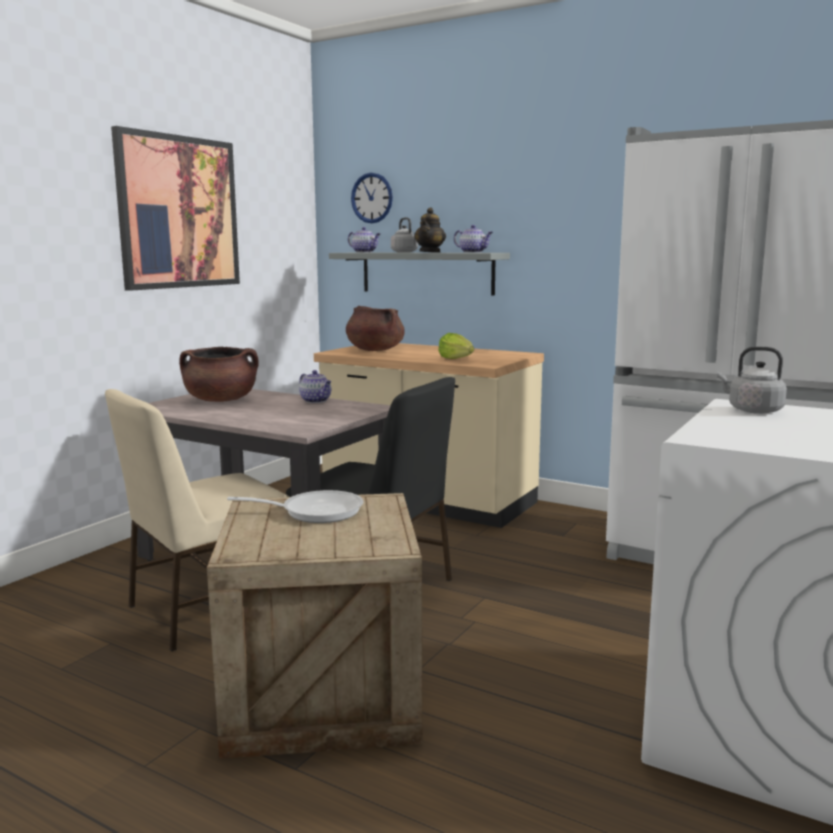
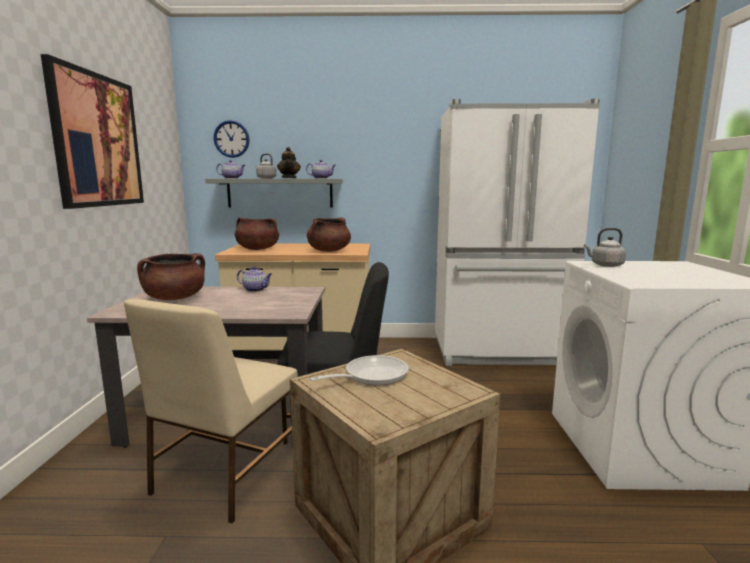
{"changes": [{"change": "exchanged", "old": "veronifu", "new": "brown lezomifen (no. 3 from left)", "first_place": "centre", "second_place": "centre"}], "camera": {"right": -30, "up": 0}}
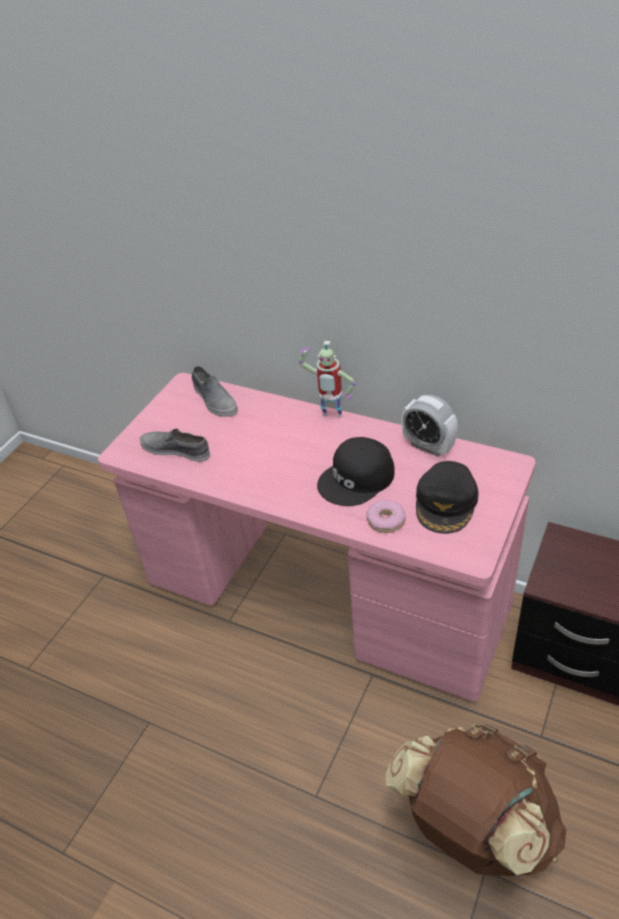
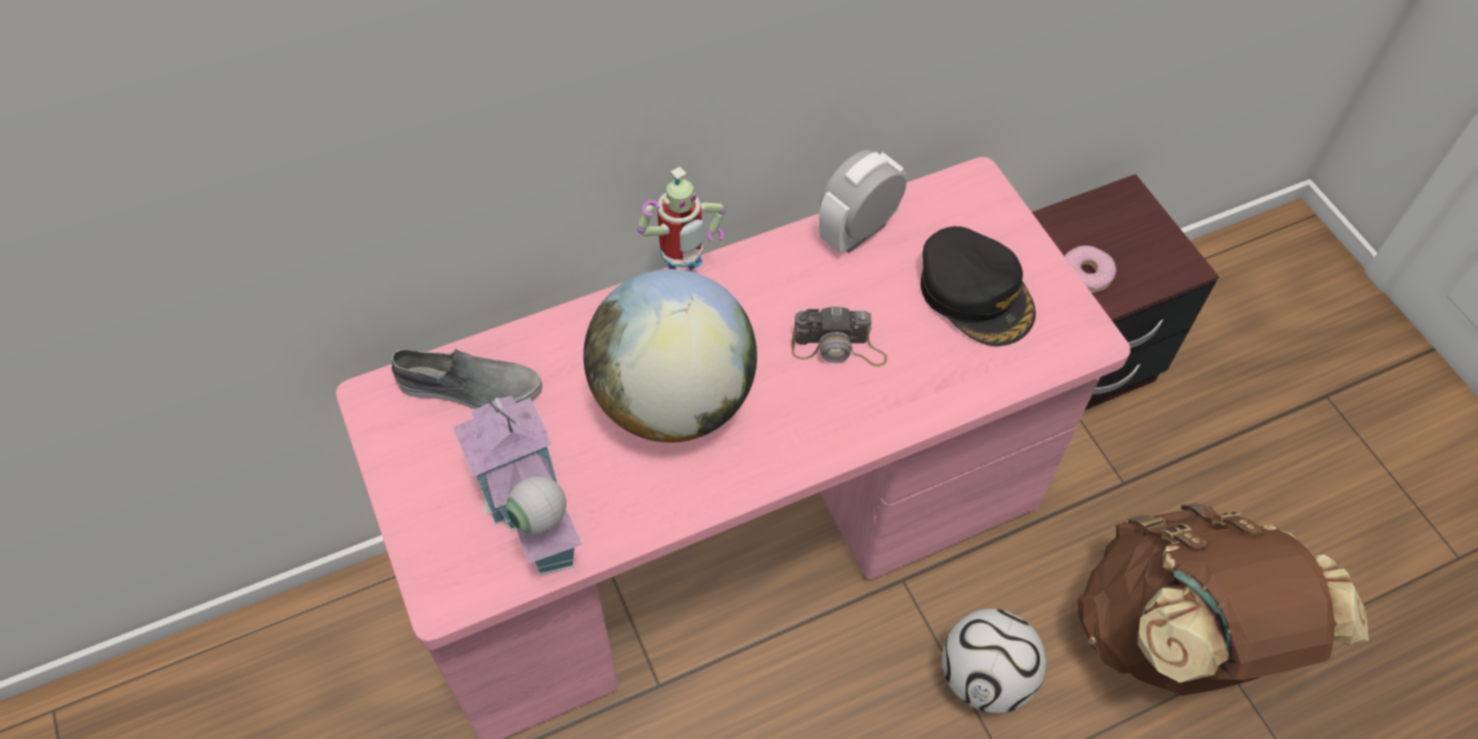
{"changes": [{"change": "spun", "old": "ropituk", "first_place": "middle right", "second_place": "top centre", "degrees": 150}, {"change": "exchanged", "old": "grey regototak (no. 1 from left)", "new": "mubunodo", "first_place": "middle left", "second_place": "centre"}, {"change": "exchanged", "old": "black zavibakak (no. 1 from left)", "new": "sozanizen", "first_place": "centre", "second_place": "centre"}, {"change": "relocated", "old": "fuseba", "first_place": "centre", "second_place": "middle right"}, {"change": "appeared", "new": "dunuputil", "second_place": "centre"}, {"change": "appeared", "new": "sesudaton", "second_place": "bottom right"}], "camera": {"right": -55, "up": 15}}
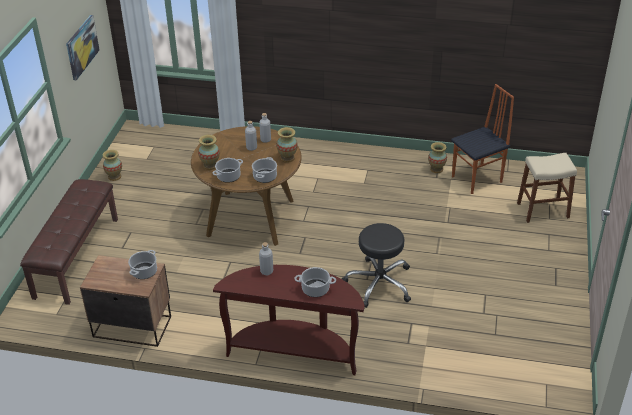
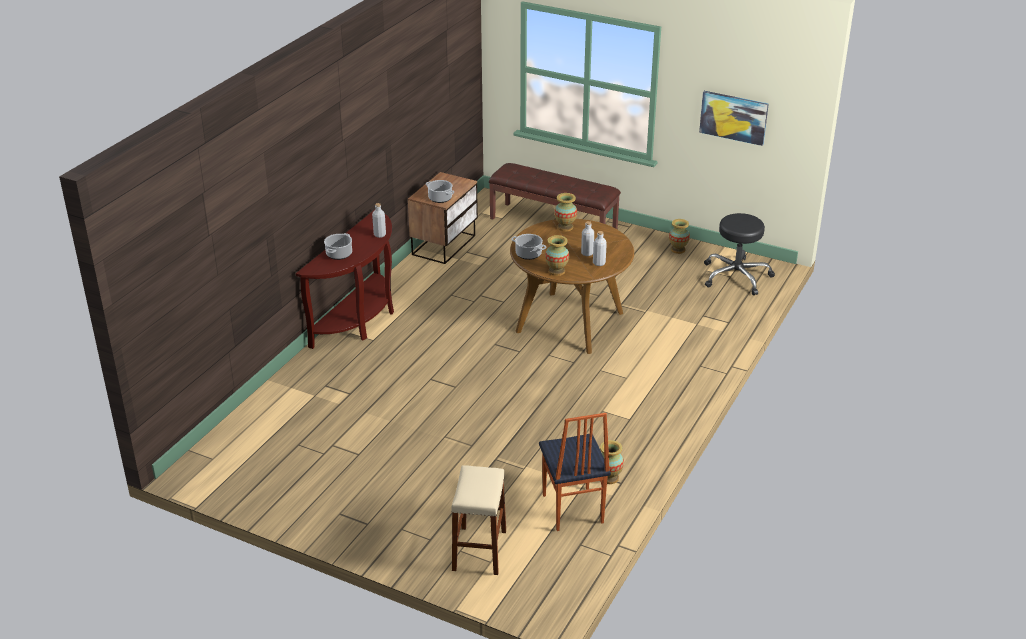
{"changes": [{"change": "missing", "old": "lezomifen (no. 2 from left)", "first_place": "centre"}, {"change": "relocated", "old": "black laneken", "first_place": "centre", "second_place": "middle right"}], "camera": {"right": 105, "up": -5}}
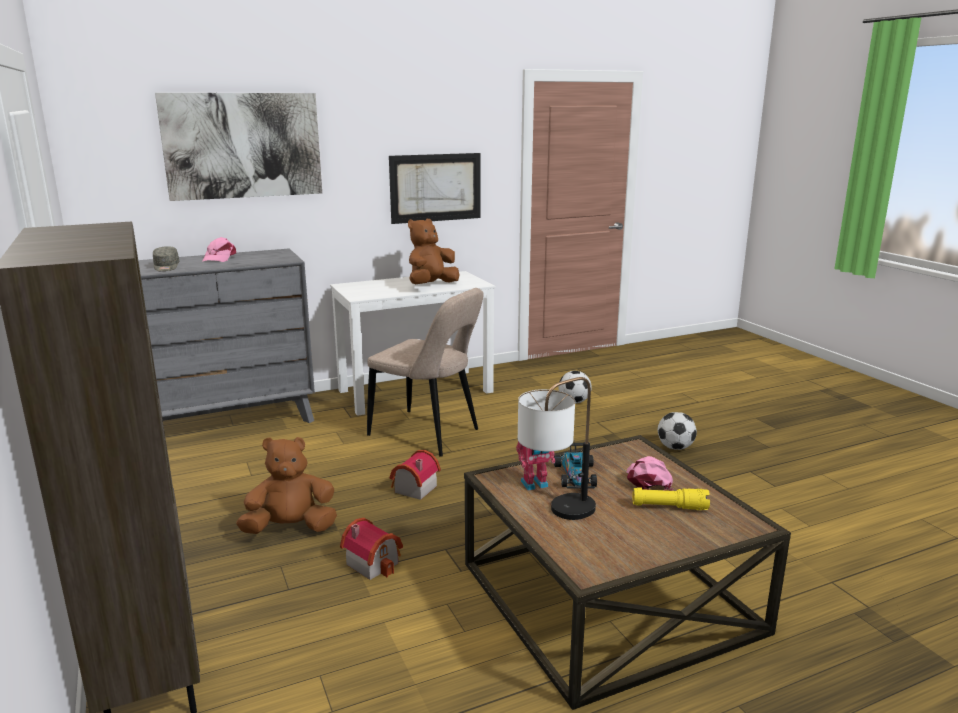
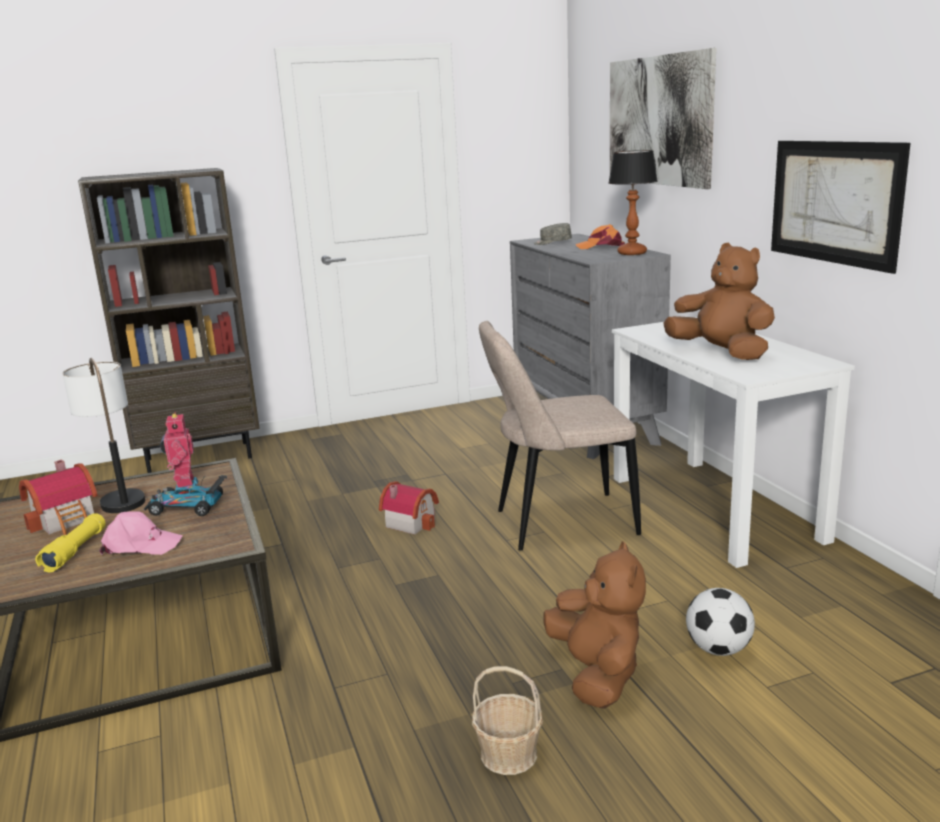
{"changes": [{"change": "colour", "old": "pink zavibakak (no. 1 from left)", "new": "orange zavibakak", "first_place": "middle left", "second_place": "top centre"}, {"change": "spun", "old": "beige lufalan", "first_place": "centre", "second_place": "centre", "degrees": 45}, {"change": "exchanged", "old": "sesudaton (no. 2 from left)", "new": "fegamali", "first_place": "middle right", "second_place": "bottom centre"}, {"change": "relocated", "old": "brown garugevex (no. 1 from left)", "first_place": "bottom left", "second_place": "bottom centre"}, {"change": "relocated", "old": "mubunodo (no. 1 from left)", "first_place": "bottom centre", "second_place": "middle left"}, {"change": "appeared", "new": "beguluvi (no. 2 from left)", "second_place": "top right"}], "camera": {"right": 95, "up": 0}}
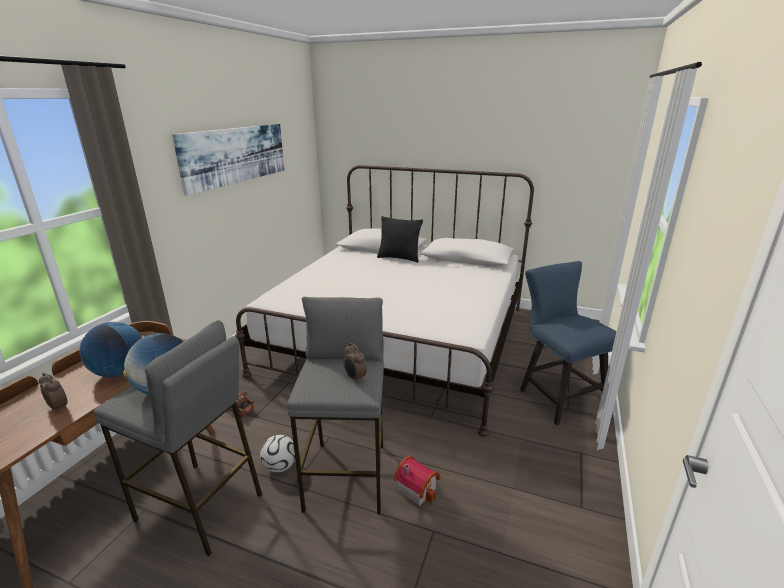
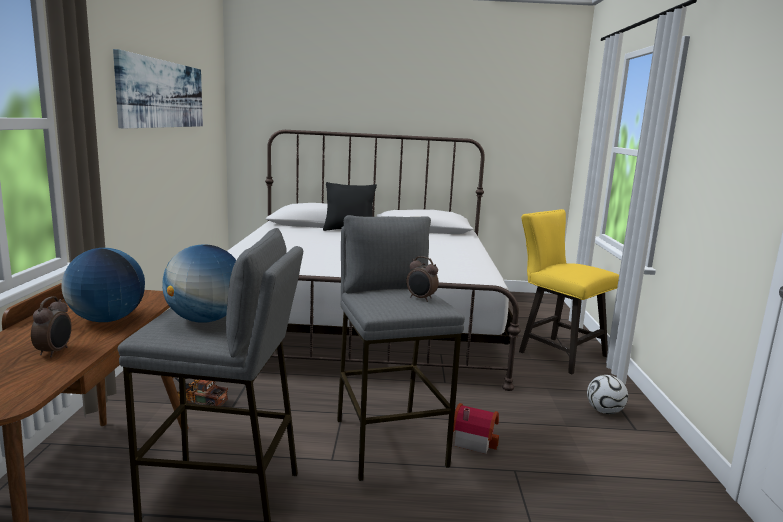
{"changes": [{"change": "colour", "old": "blue lufalan", "new": "yellow lufalan", "first_place": "middle right", "second_place": "middle right"}, {"change": "spun", "old": "ropituk (no. 1 from left)", "first_place": "bottom left", "second_place": "middle left", "degrees": 75}, {"change": "relocated", "old": "sesudaton", "first_place": "bottom centre", "second_place": "bottom right"}], "camera": {"right": -20, "up": -10}}
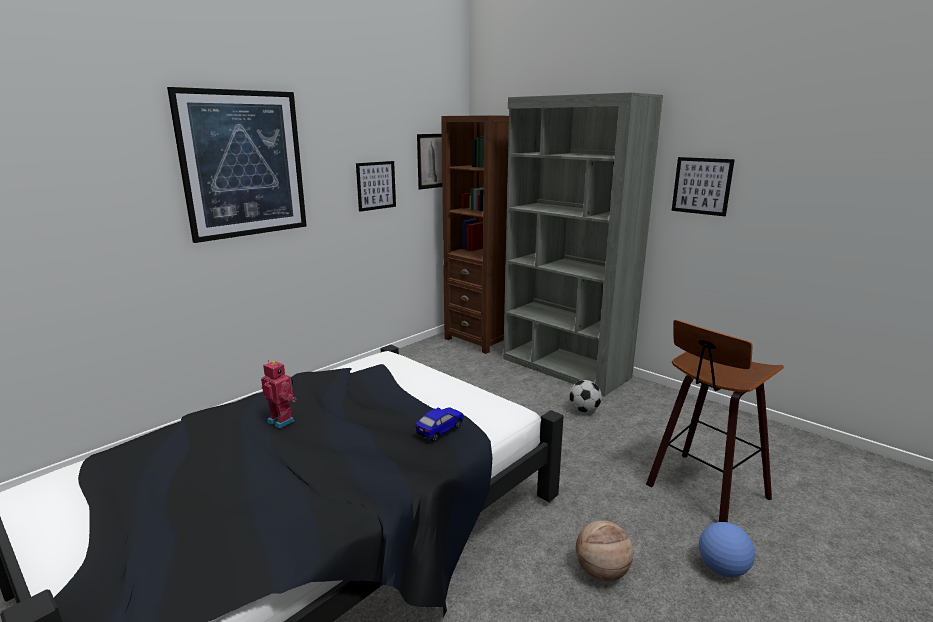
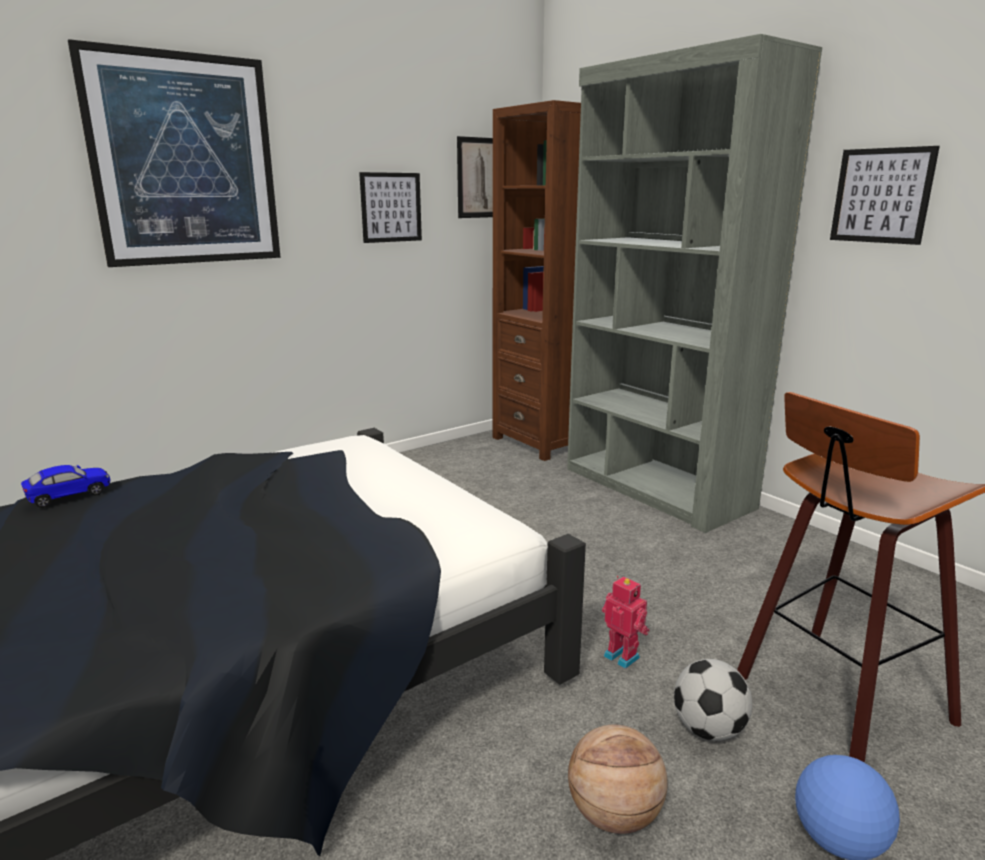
{"changes": [{"change": "relocated", "old": "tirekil", "first_place": "middle left", "second_place": "bottom centre"}, {"change": "relocated", "old": "sesudaton (no. 1 from left)", "first_place": "centre", "second_place": "bottom right"}, {"change": "relocated", "old": "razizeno", "first_place": "bottom centre", "second_place": "middle left"}], "camera": {"right": 10, "up": 0}}
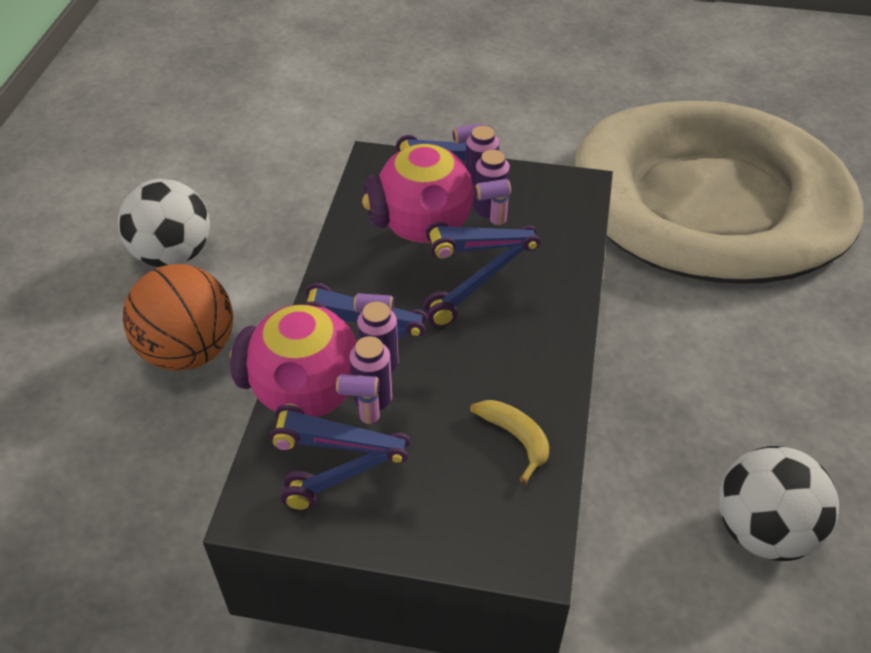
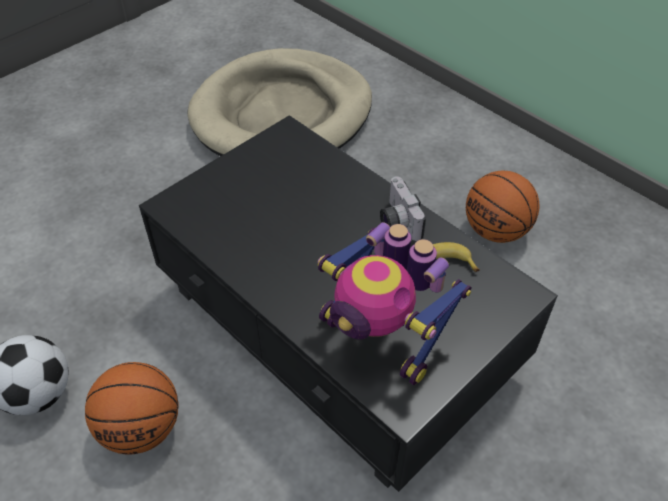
{"changes": [{"change": "missing", "old": "tirekil (no. 2 from left)", "first_place": "centre"}, {"change": "exchanged", "old": "sesudaton (no. 2 from left)", "new": "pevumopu (no. 2 from left)", "first_place": "bottom right", "second_place": "middle right"}, {"change": "appeared", "new": "sozanizen", "second_place": "centre"}], "camera": {"right": -55, "up": 0}}
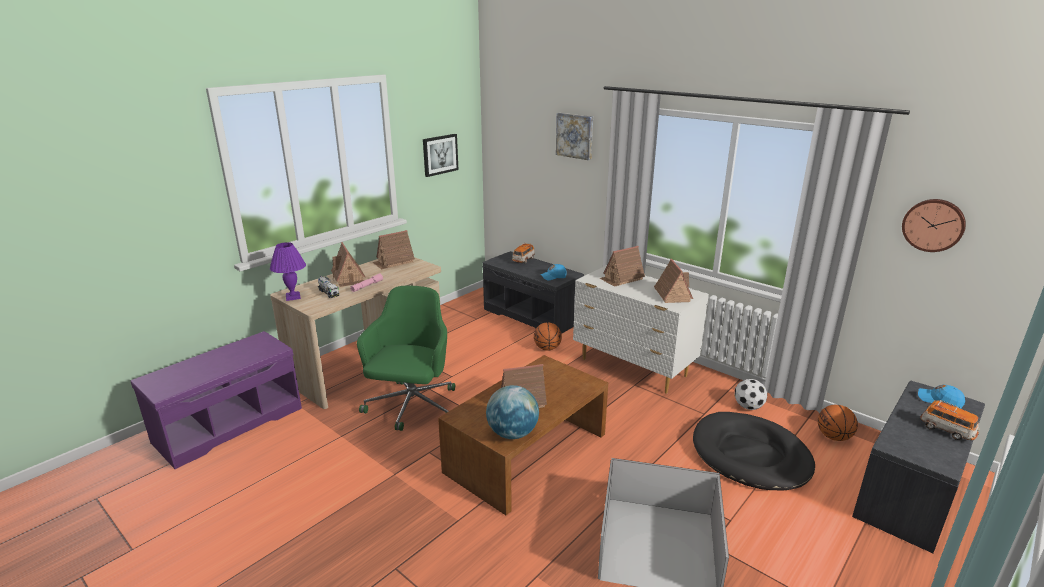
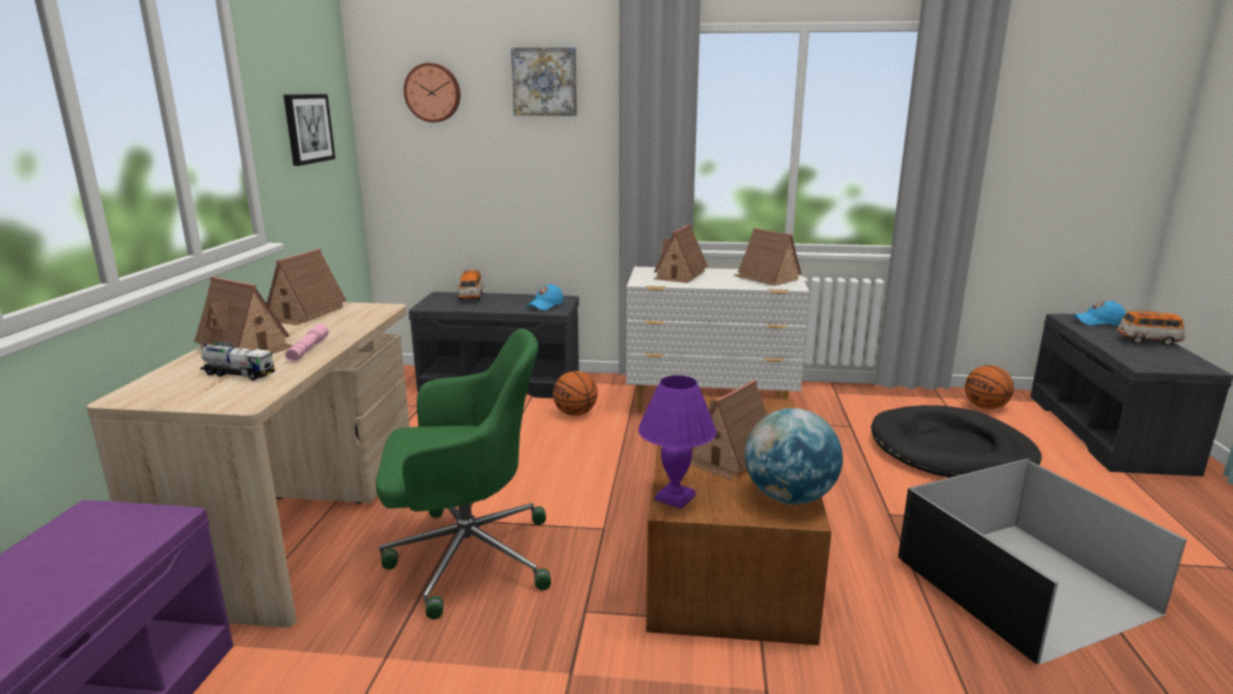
{"changes": [{"change": "relocated", "old": "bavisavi", "first_place": "middle right", "second_place": "top centre"}, {"change": "relocated", "old": "purple beguluvi", "first_place": "middle left", "second_place": "centre"}, {"change": "spun", "old": "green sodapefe", "first_place": "centre", "second_place": "bottom centre", "degrees": 105}, {"change": "missing", "old": "sesudaton", "first_place": "bottom right"}], "camera": {"right": -35, "up": -5}}
